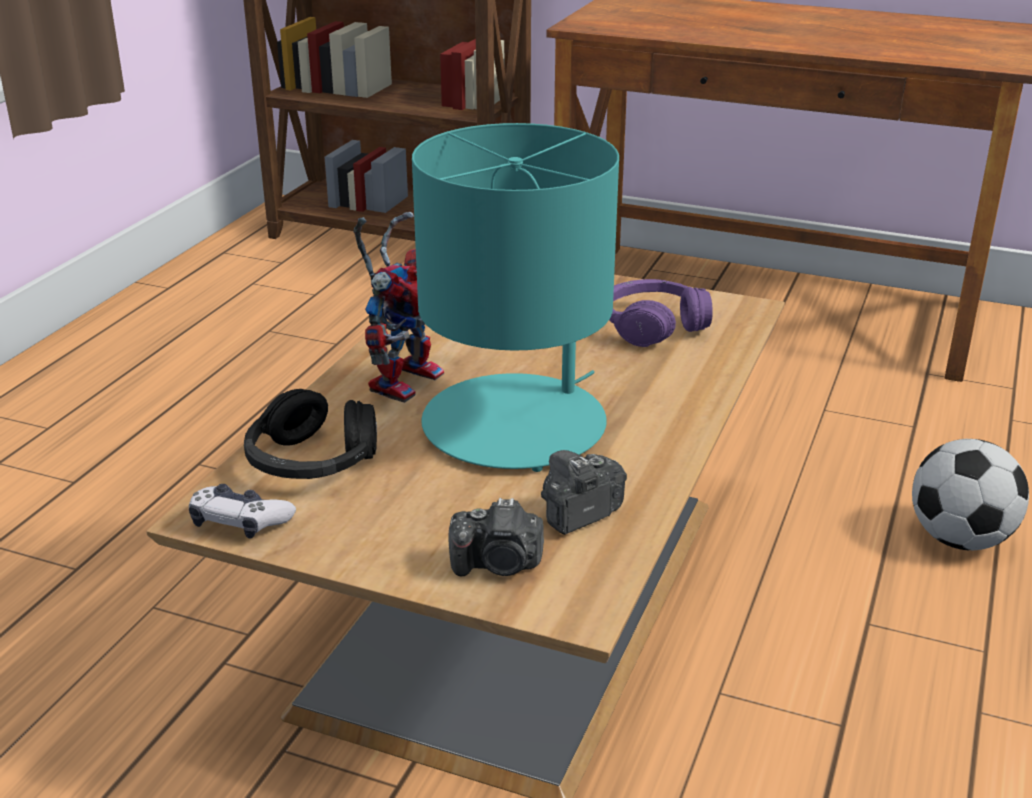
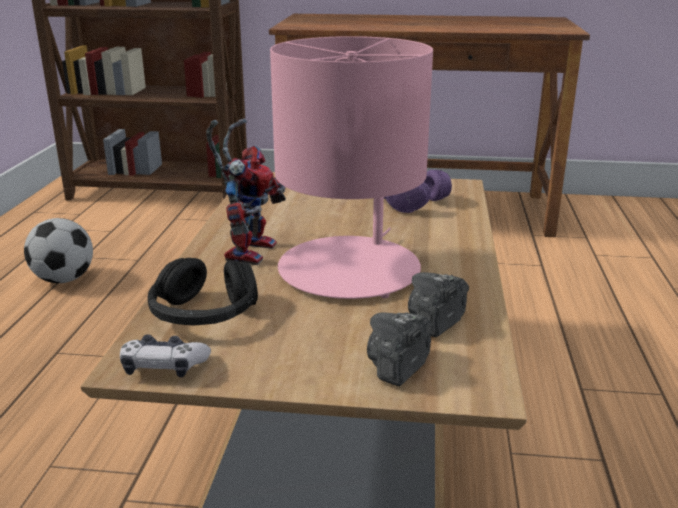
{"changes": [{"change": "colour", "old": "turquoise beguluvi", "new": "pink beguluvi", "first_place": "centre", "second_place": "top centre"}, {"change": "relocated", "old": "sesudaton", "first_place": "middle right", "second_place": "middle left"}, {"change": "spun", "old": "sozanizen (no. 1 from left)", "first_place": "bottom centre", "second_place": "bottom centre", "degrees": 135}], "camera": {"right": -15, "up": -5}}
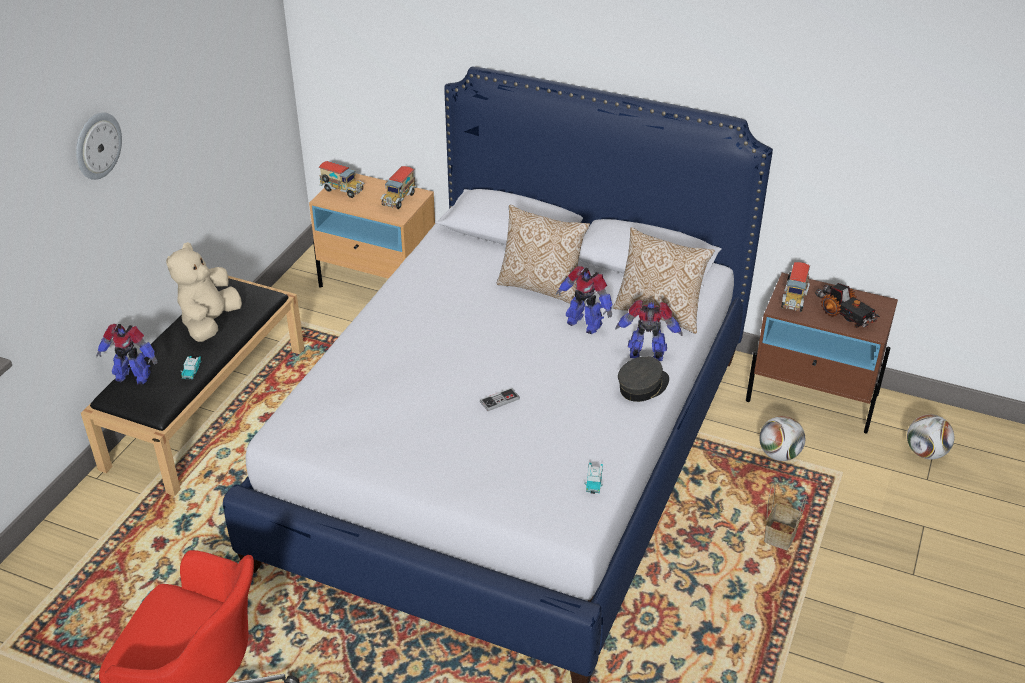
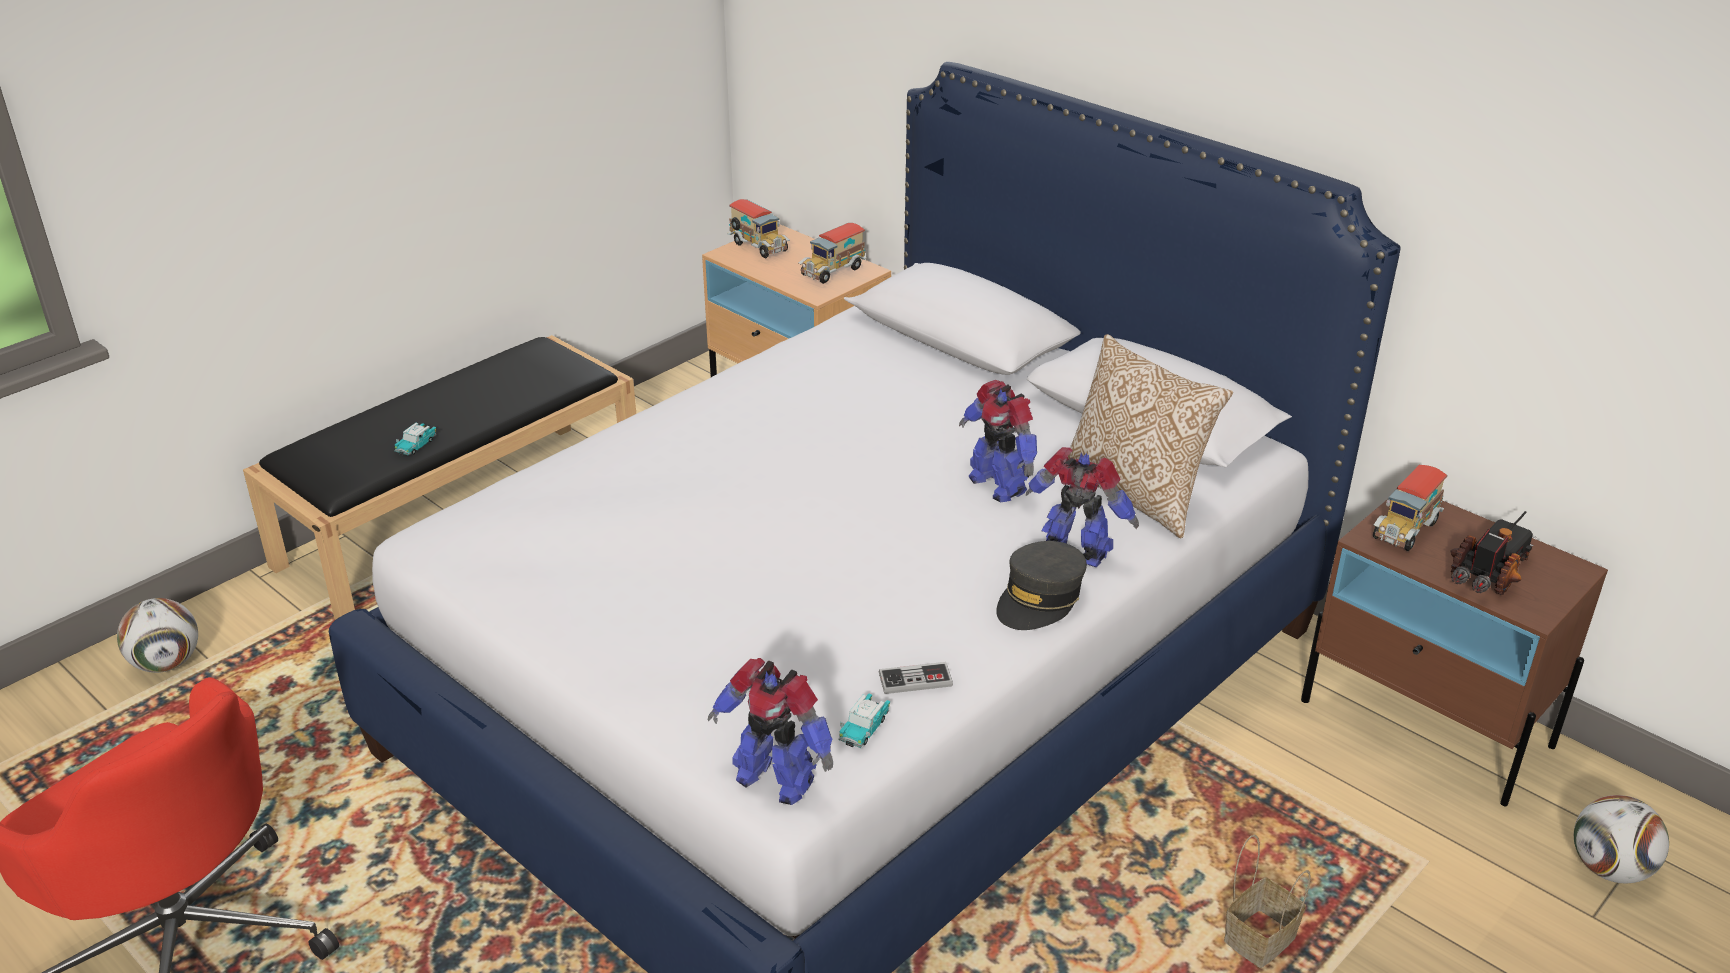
{"changes": [{"change": "missing", "old": "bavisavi", "first_place": "top left"}, {"change": "missing", "old": "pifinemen (no. 1 from left)", "first_place": "centre"}, {"change": "missing", "old": "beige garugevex", "first_place": "middle left"}, {"change": "spun", "old": "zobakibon (no. 4 from left)", "first_place": "middle right", "second_place": "middle right", "degrees": -120}, {"change": "relocated", "old": "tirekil (no. 1 from left)", "first_place": "middle left", "second_place": "bottom centre"}, {"change": "spun", "old": "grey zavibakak", "first_place": "centre", "second_place": "centre", "degrees": 150}, {"change": "relocated", "old": "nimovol", "first_place": "centre", "second_place": "bottom centre"}, {"change": "relocated", "old": "sesudaton (no. 1 from left)", "first_place": "middle right", "second_place": "middle left"}], "camera": {"right": 20, "up": -5}}
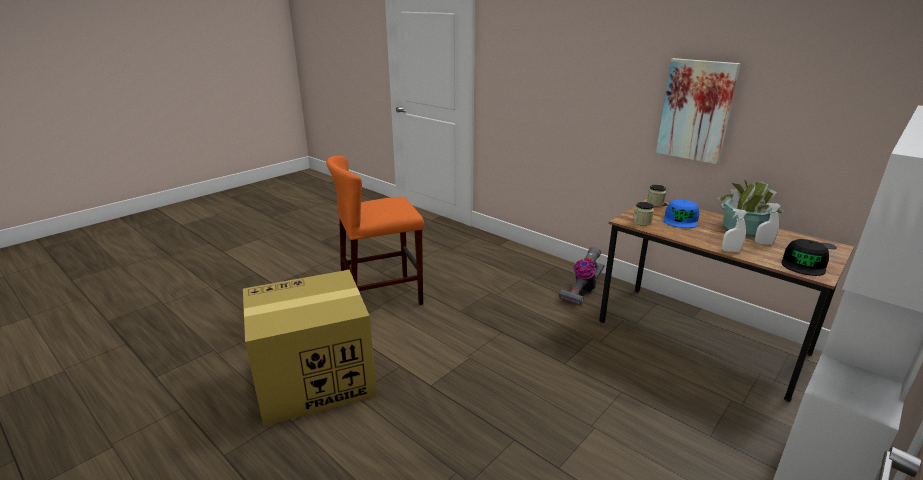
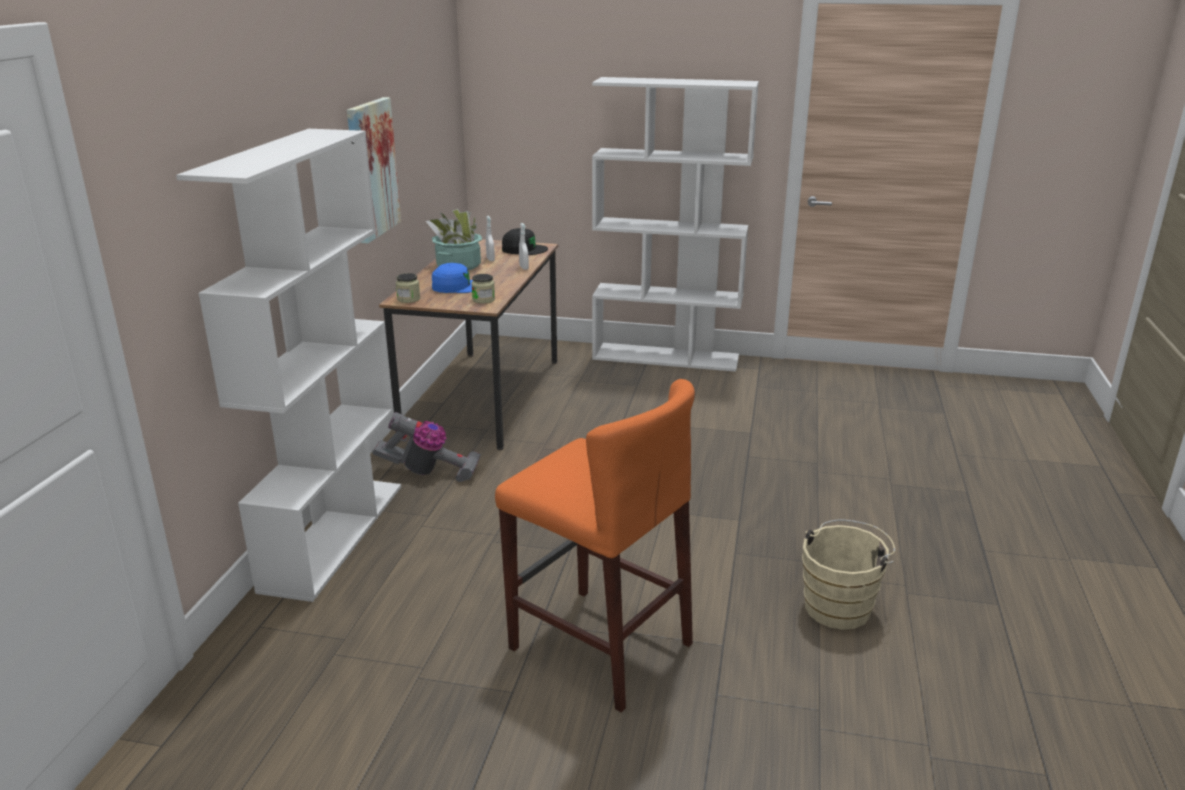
{"changes": [{"change": "exchanged", "old": "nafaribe", "new": "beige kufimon", "first_place": "bottom centre", "second_place": "bottom right"}, {"change": "appeared", "new": "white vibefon (no. 1 from left)", "second_place": "middle left"}], "camera": {"right": -120, "up": 0}}
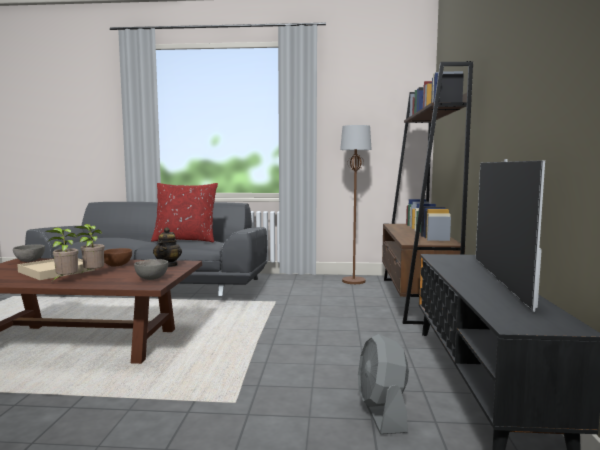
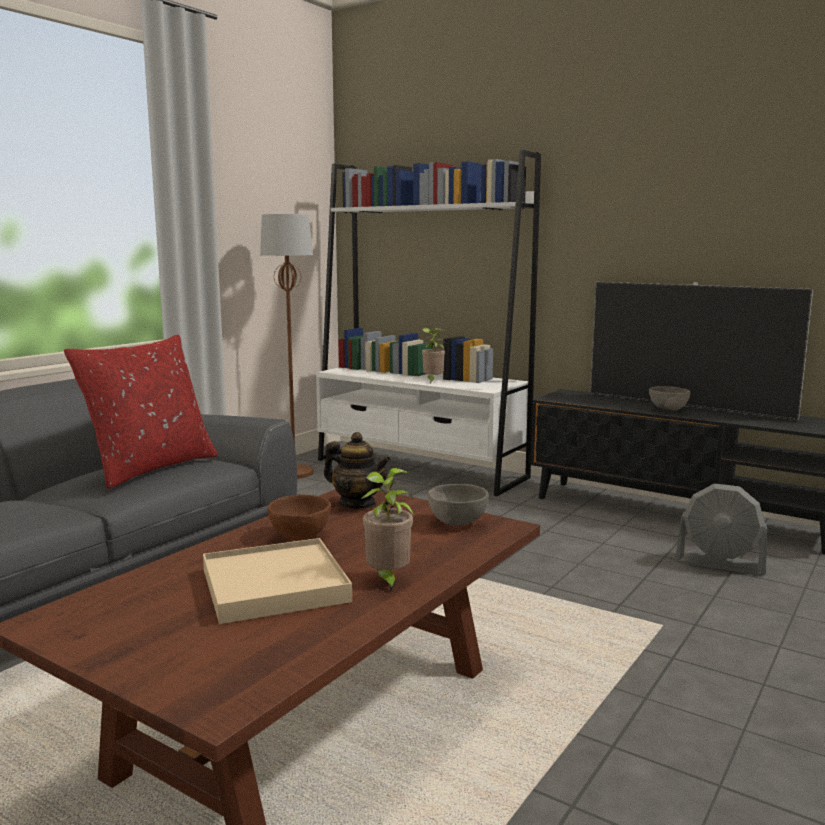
{"changes": [{"change": "colour", "old": "brown vibefon", "new": "white vibefon", "first_place": "middle right", "second_place": "centre"}, {"change": "relocated", "old": "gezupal (no. 2 from left)", "first_place": "middle left", "second_place": "centre"}, {"change": "relocated", "old": "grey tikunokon (no. 1 from left in the first image)", "new": "grey tikunokon (no. 2 from left)", "first_place": "middle left", "second_place": "middle right"}], "camera": {"right": -60, "up": 5}}
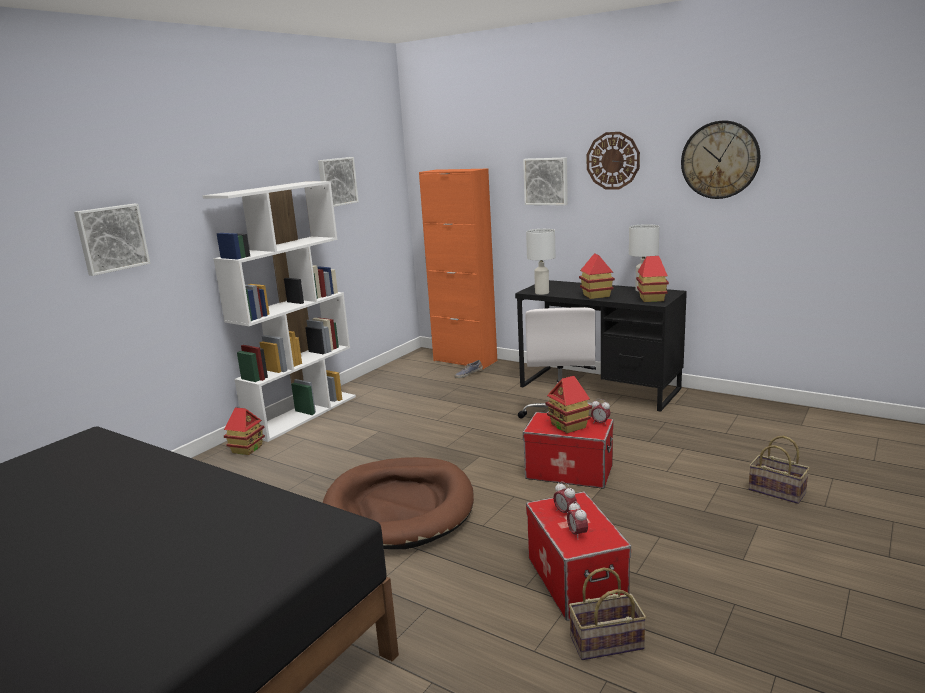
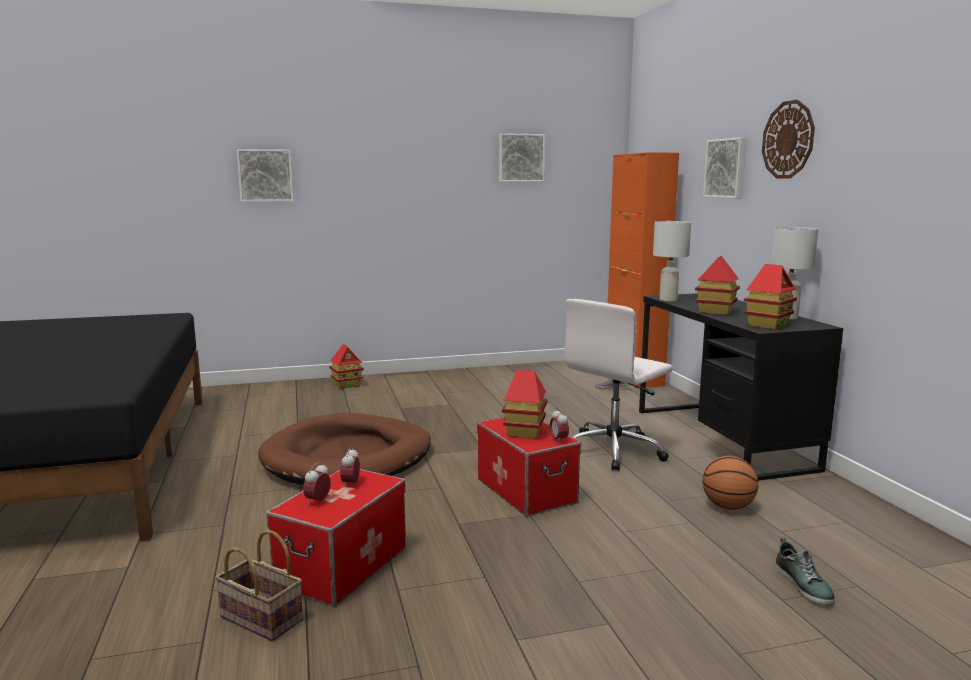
{"changes": [{"change": "missing", "old": "bavisavi (no. 2 from left)", "first_place": "top right"}, {"change": "missing", "old": "white vibefon", "first_place": "middle left"}, {"change": "missing", "old": "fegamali (no. 2 from left)", "first_place": "bottom right"}, {"change": "appeared", "new": "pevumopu", "second_place": "bottom right"}, {"change": "appeared", "new": "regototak (no. 2 from left)", "second_place": "bottom right"}], "camera": {"right": 40, "up": -5}}
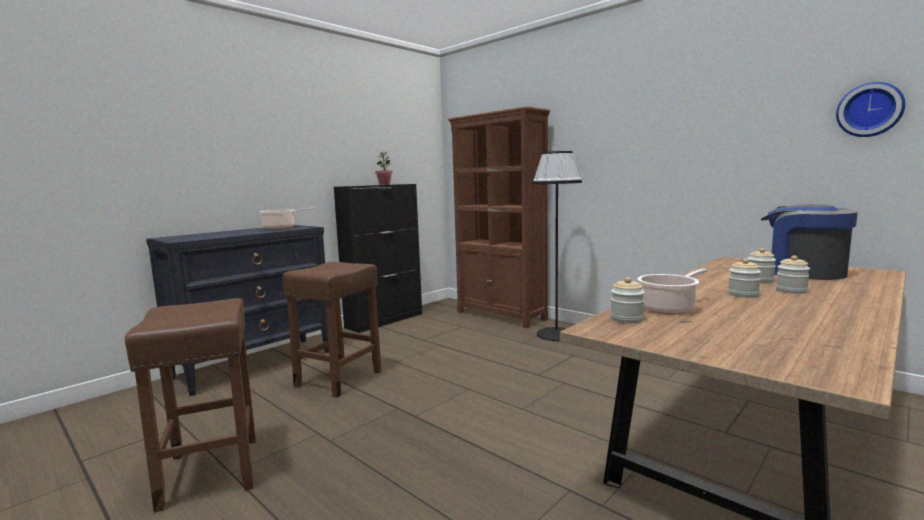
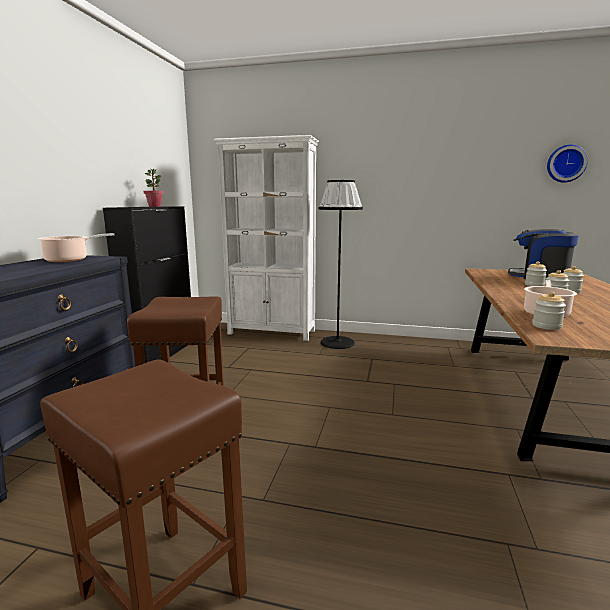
{"changes": [{"change": "colour", "old": "brown vibefon", "new": "white vibefon", "first_place": "centre", "second_place": "centre"}], "camera": {"right": -30, "up": 5}}
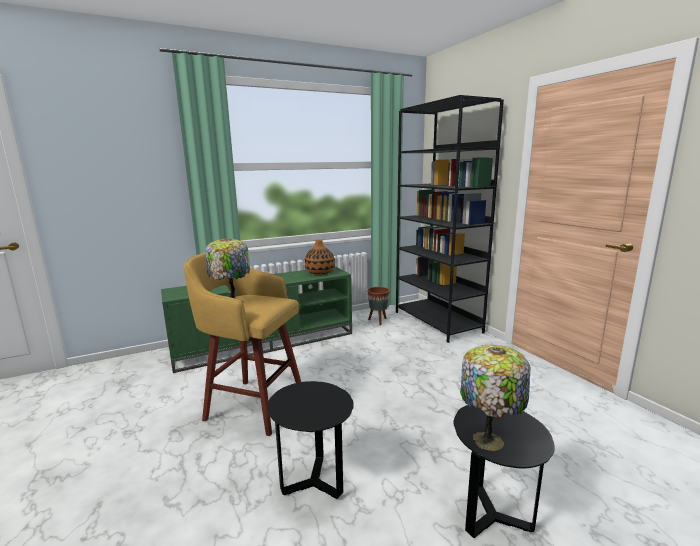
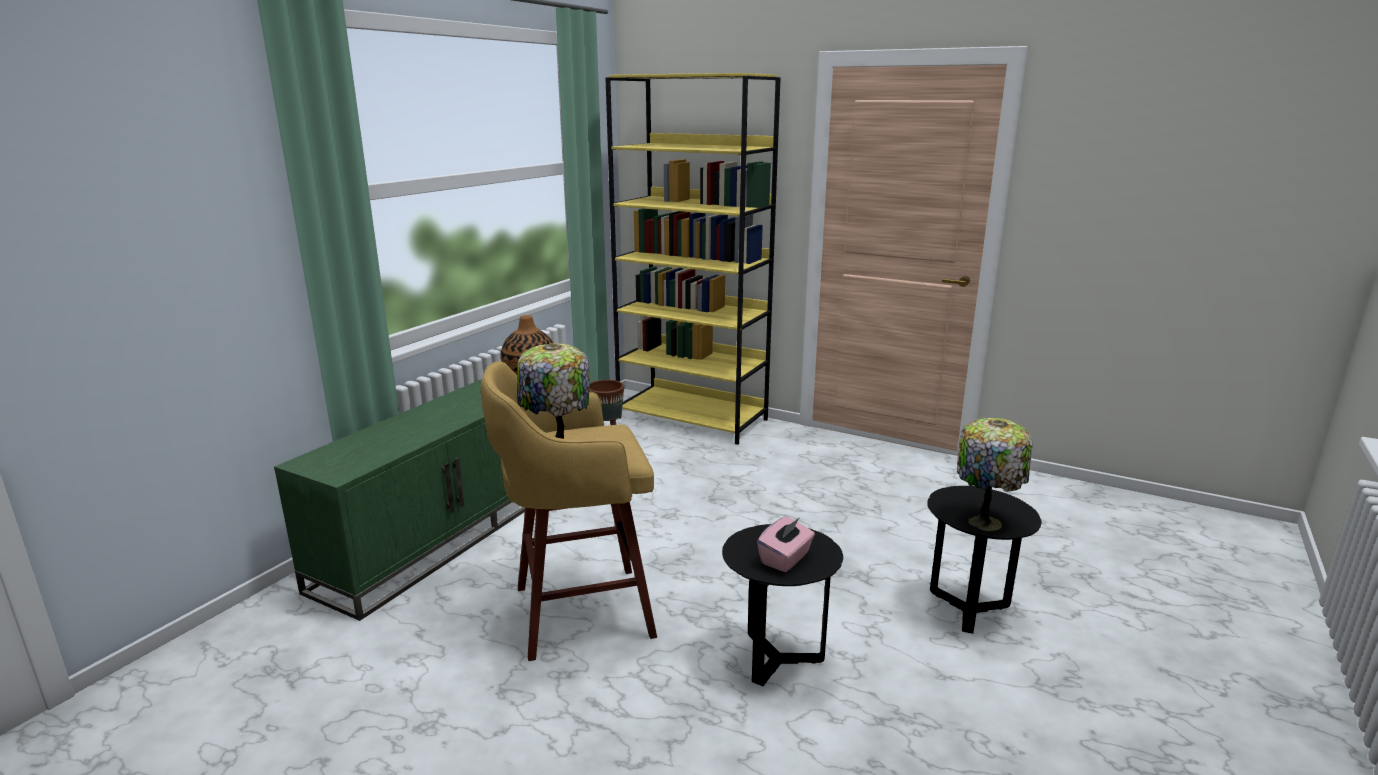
{"changes": [{"change": "colour", "old": "black vibefon", "new": "yellow vibefon", "first_place": "centre", "second_place": "centre"}, {"change": "appeared", "new": "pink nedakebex", "second_place": "bottom centre"}], "camera": {"right": -35, "up": 5}}
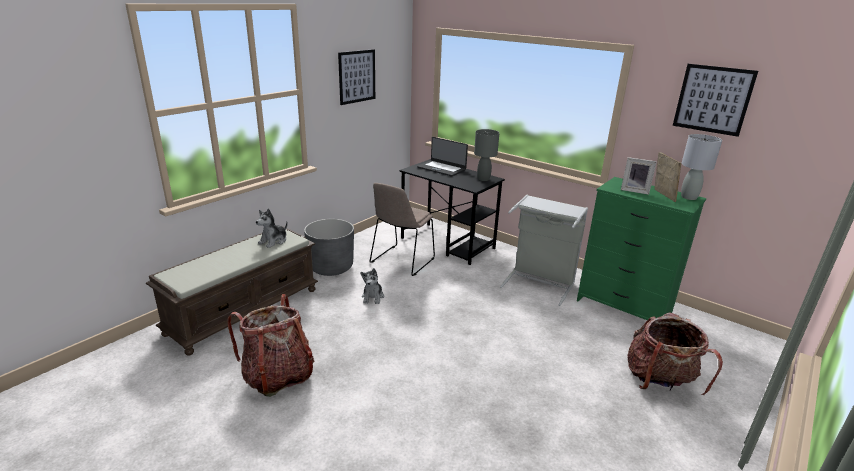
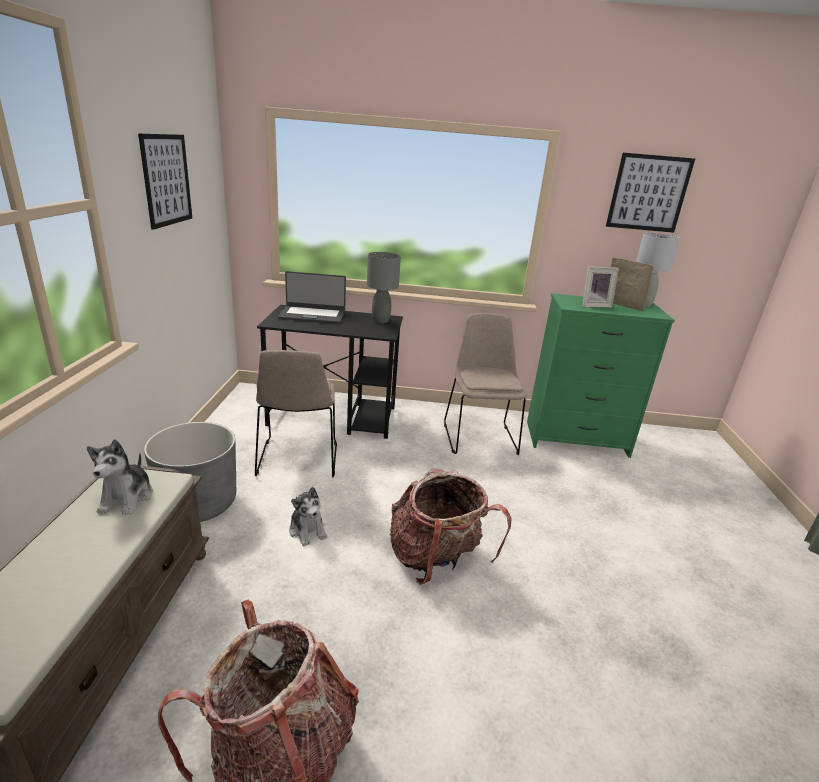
{"changes": [{"change": "exchanged", "old": "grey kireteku", "new": "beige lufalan (no. 2 from left)", "first_place": "centre", "second_place": "centre"}, {"change": "relocated", "old": "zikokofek (no. 2 from left)", "first_place": "bottom right", "second_place": "bottom centre"}], "camera": {"right": -35, "up": 0}}
